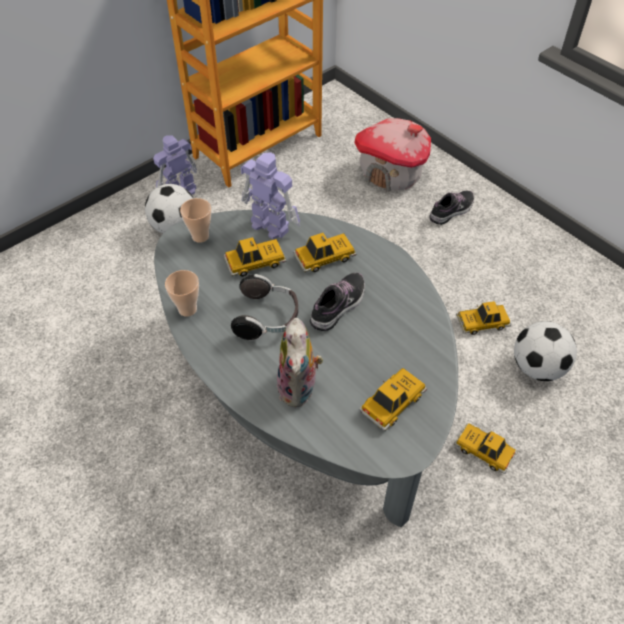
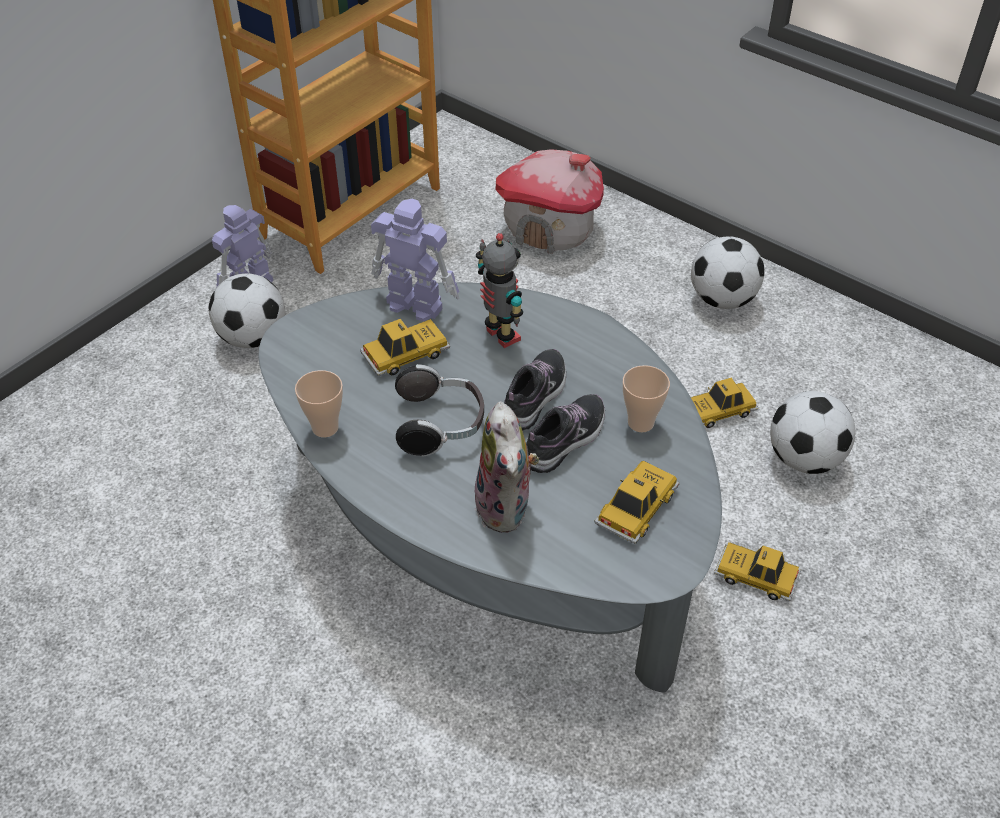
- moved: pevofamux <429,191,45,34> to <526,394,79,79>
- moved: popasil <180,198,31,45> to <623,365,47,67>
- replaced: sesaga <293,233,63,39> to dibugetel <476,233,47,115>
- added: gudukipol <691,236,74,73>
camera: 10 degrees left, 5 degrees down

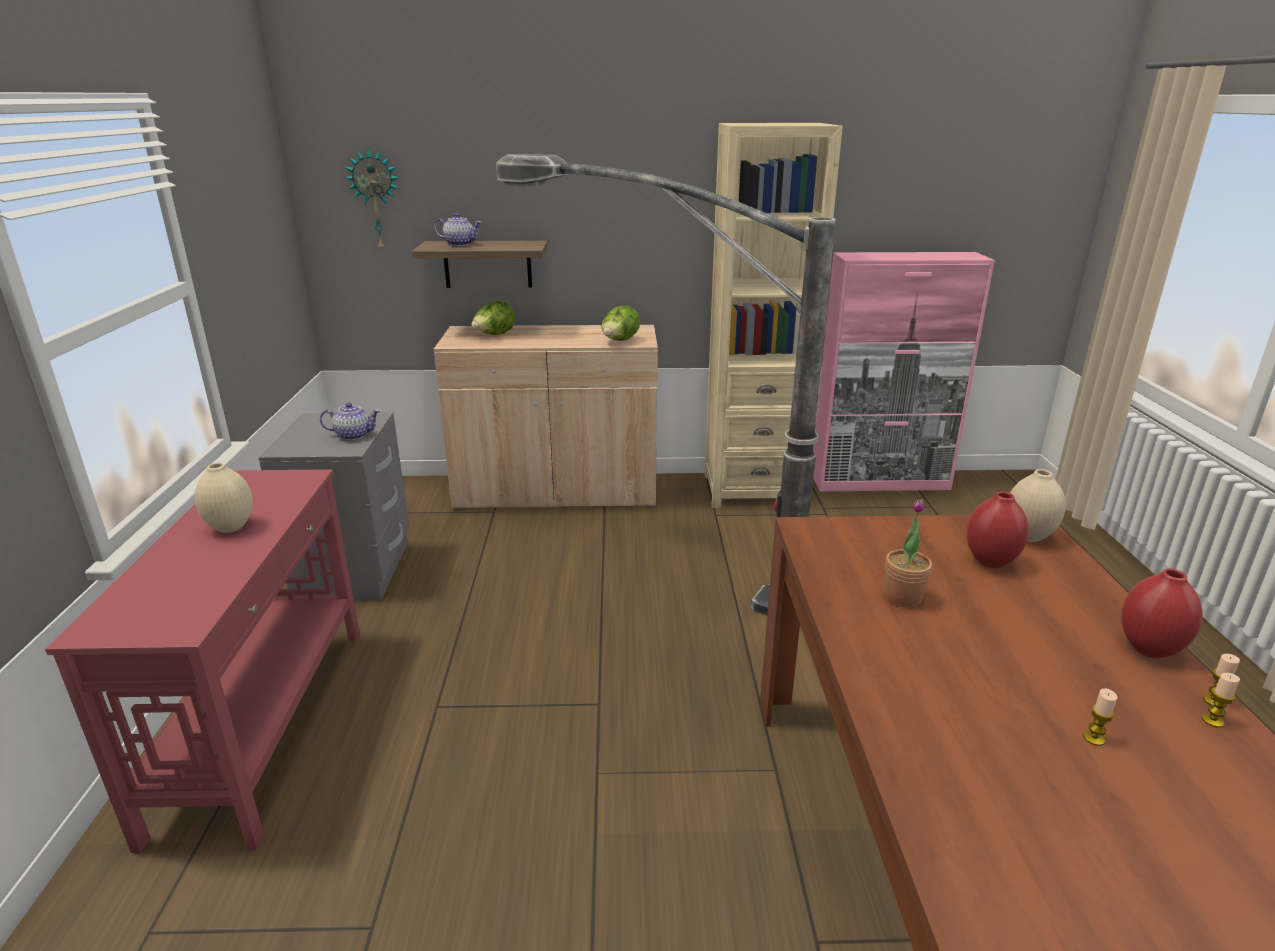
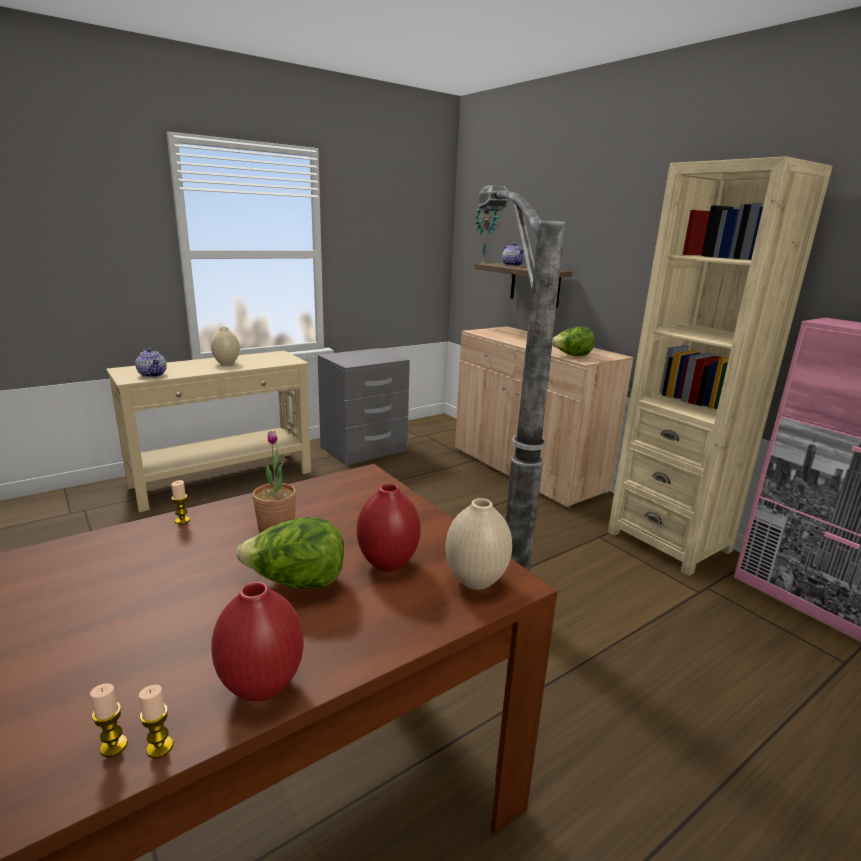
- moved: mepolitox <472,301,43,34> to <236,517,108,72>
- moved: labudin <320,403,61,37> to <135,348,32,29>
- recoloured: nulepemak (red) <45,469,315,384> to nulepemak (beige) <106,351,205,161>
- moved: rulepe <1083,688,34,58> to <171,480,19,44>
camera: 55 degrees right, 5 degrees down

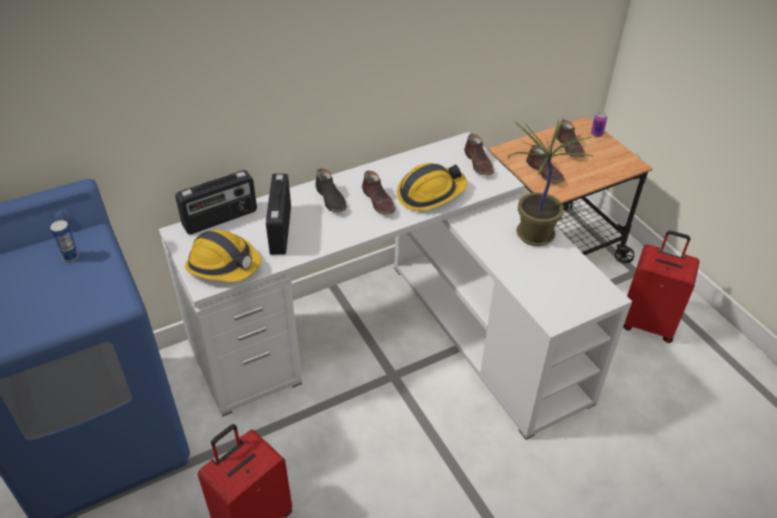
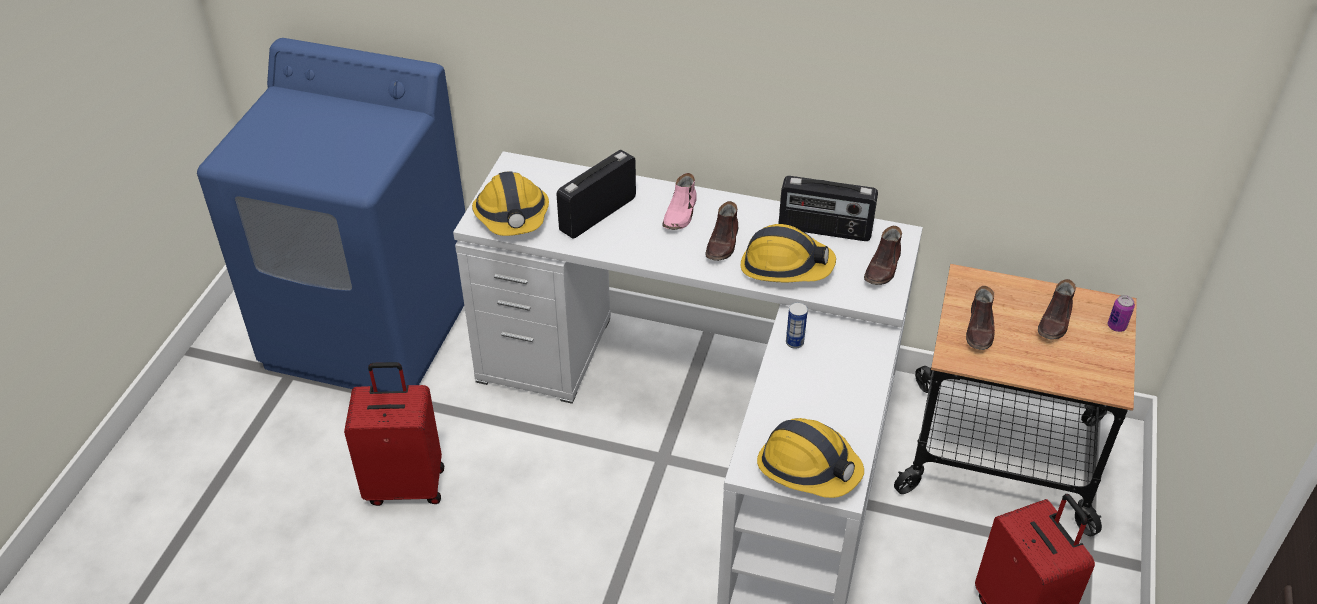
- removed: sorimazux <508,118,86,128>
- recoloured: pevofamux (black) <315,169,32,43> to pevofamux (pink) <662,173,35,57>
- moved: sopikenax <175,170,82,65> to <778,176,100,65>
- moved: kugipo <50,220,29,42> to <786,302,22,47>
- added: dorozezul <757,418,107,80>
camera: 45 degrees right, 0 degrees up

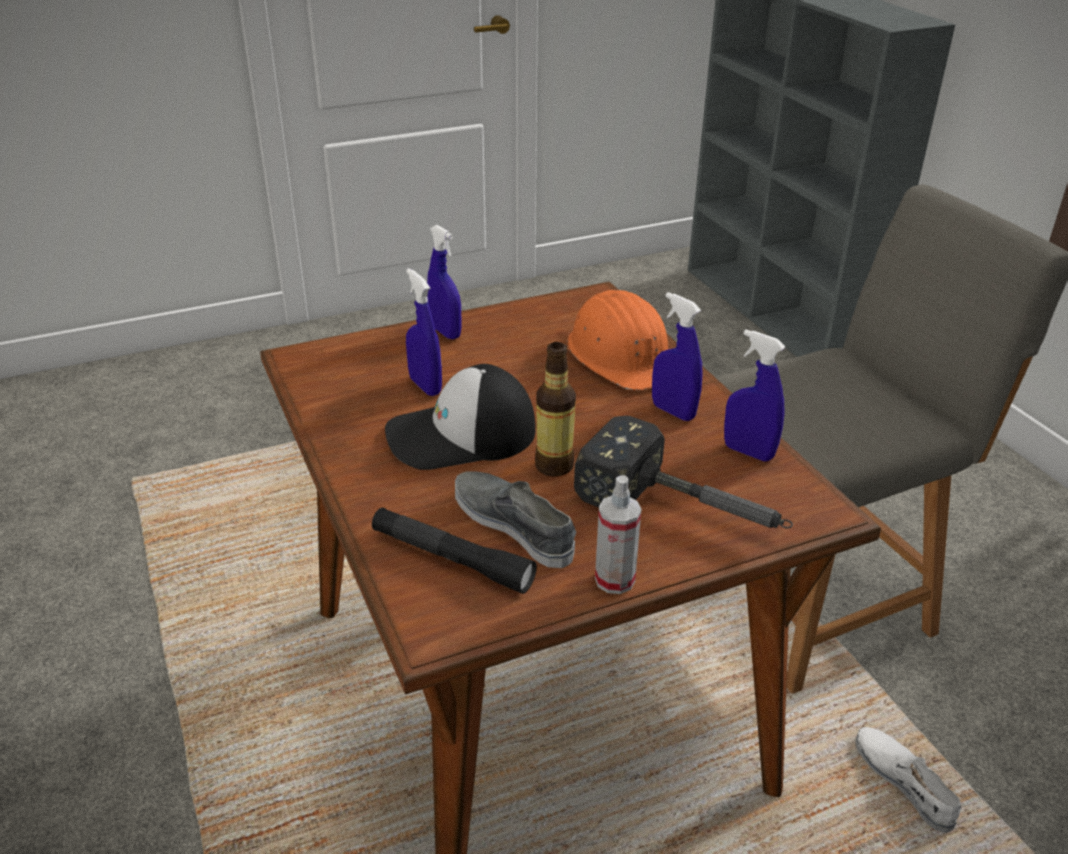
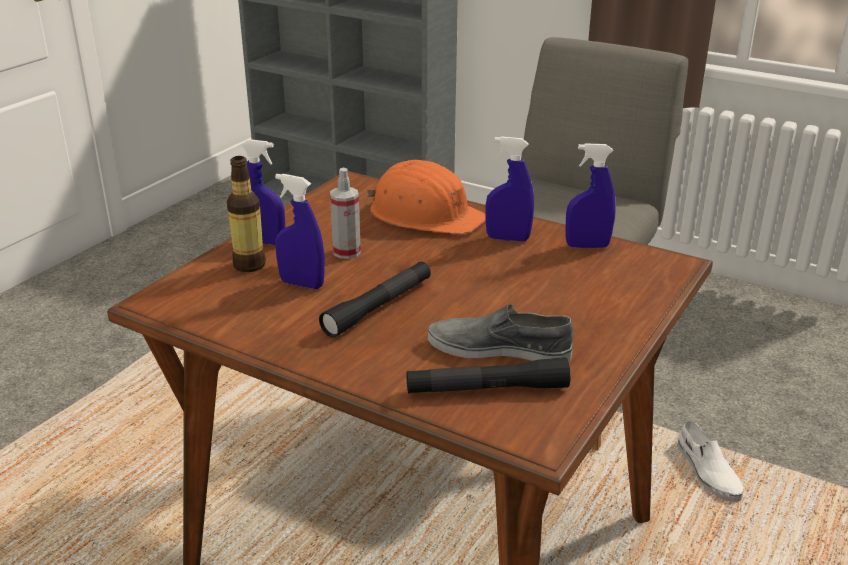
- moved: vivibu <535,342,41,135> to <227,156,39,116>
- replaced: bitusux <385,364,150,106> to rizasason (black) <319,261,112,77>
- removed: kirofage <574,415,219,113>
- moved: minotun <595,475,46,119> to <330,168,31,91>
- turned: pevofamux (white) <855,727,106,106> = <678,421,66,81> 135 degrees counterclockwise
camera: 35 degrees left, 5 degrees down

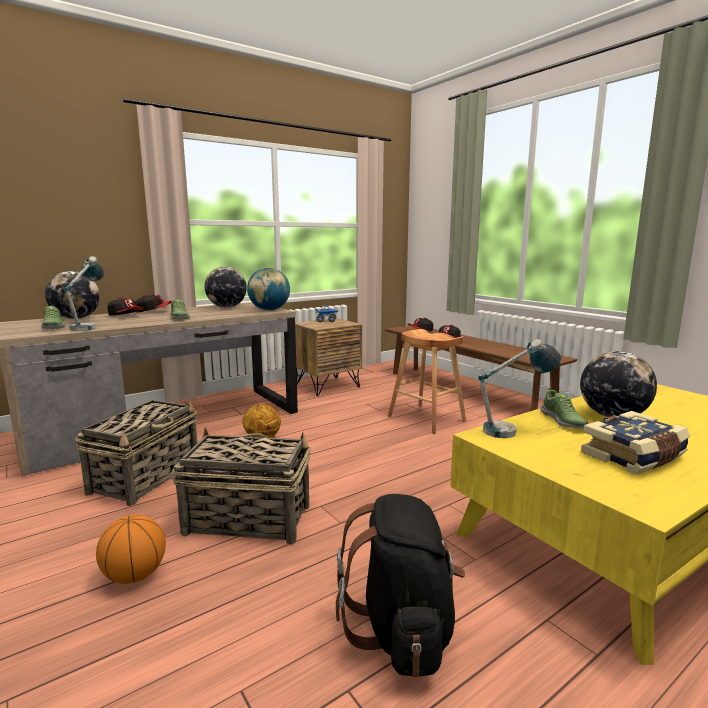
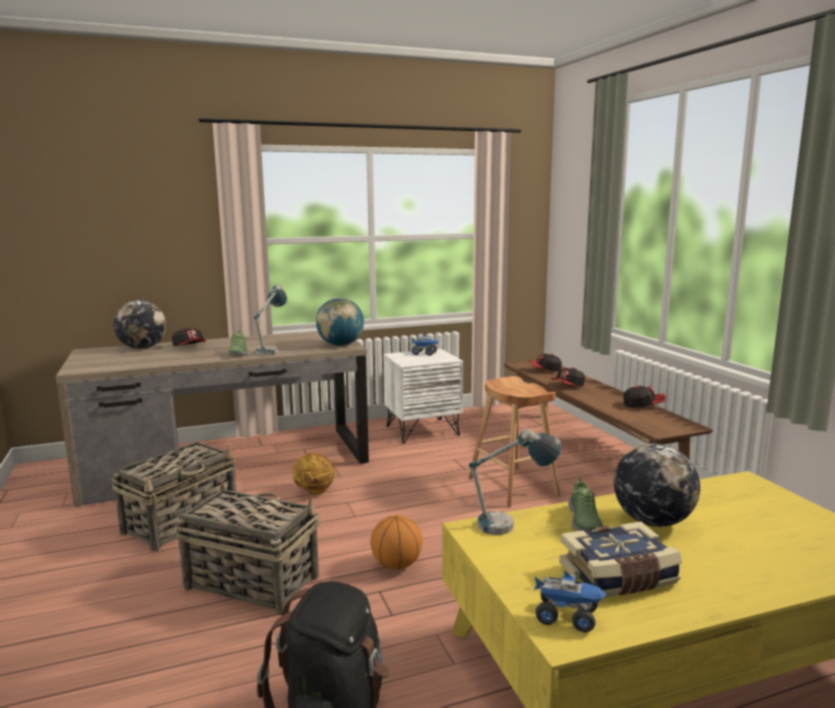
- moved: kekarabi <64,256,40,75> to <254,284,33,71>
- removed: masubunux <205,266,42,42>
- moved: bitusux <136,295,36,18> to <623,386,42,21>
- removed: pevofamux <42,305,23,24>
- recoloured: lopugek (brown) <295,318,67,78> to lopugek (white) <383,349,80,95>
- moved: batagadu <96,515,70,69> to <371,515,51,55>
- added: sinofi <534,570,72,63>
camera: 15 degrees right, 0 degrees up

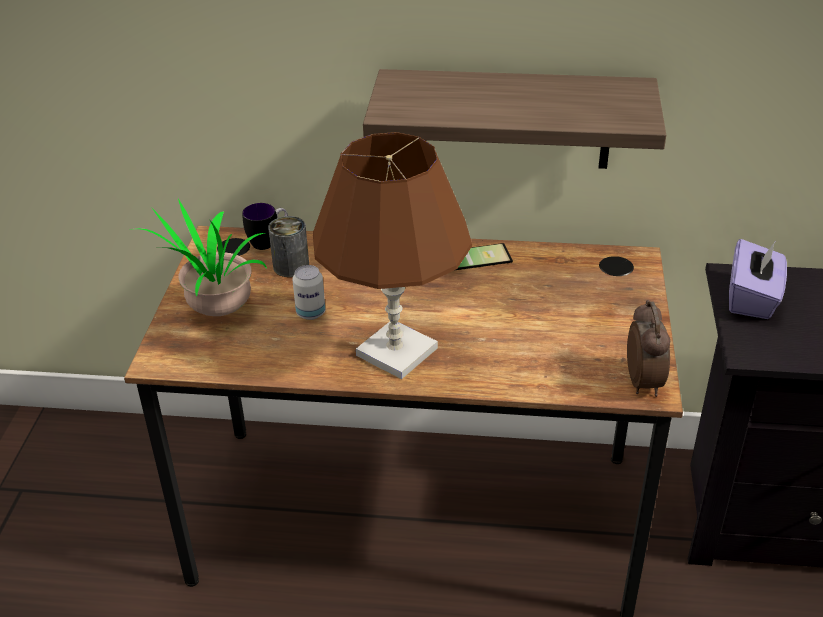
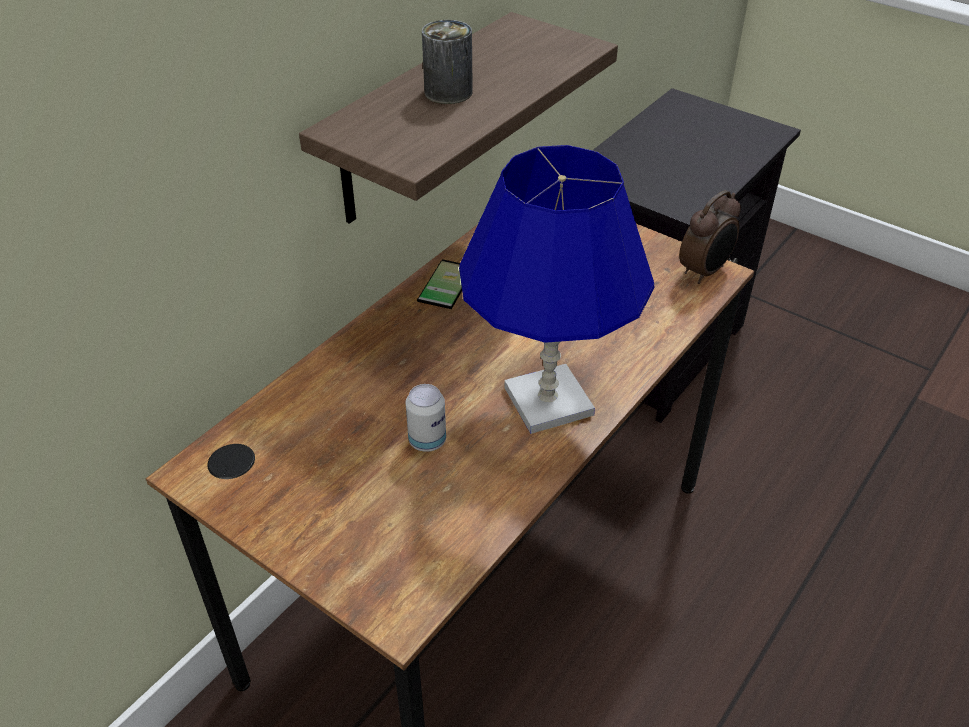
- recoloured: kekarabi (brown) <313,132,159,247> to kekarabi (blue) <459,145,195,289>
- removed: sorimazux <130,199,137,117>
- removed: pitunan <242,203,46,47>
- moved: kugipo <268,216,41,61> to <422,20,51,84>
- removed: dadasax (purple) <729,239,58,80>
- turned: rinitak <627,300,43,97> = <679,190,62,94> 105 degrees clockwise
camera: 60 degrees left, 5 degrees up

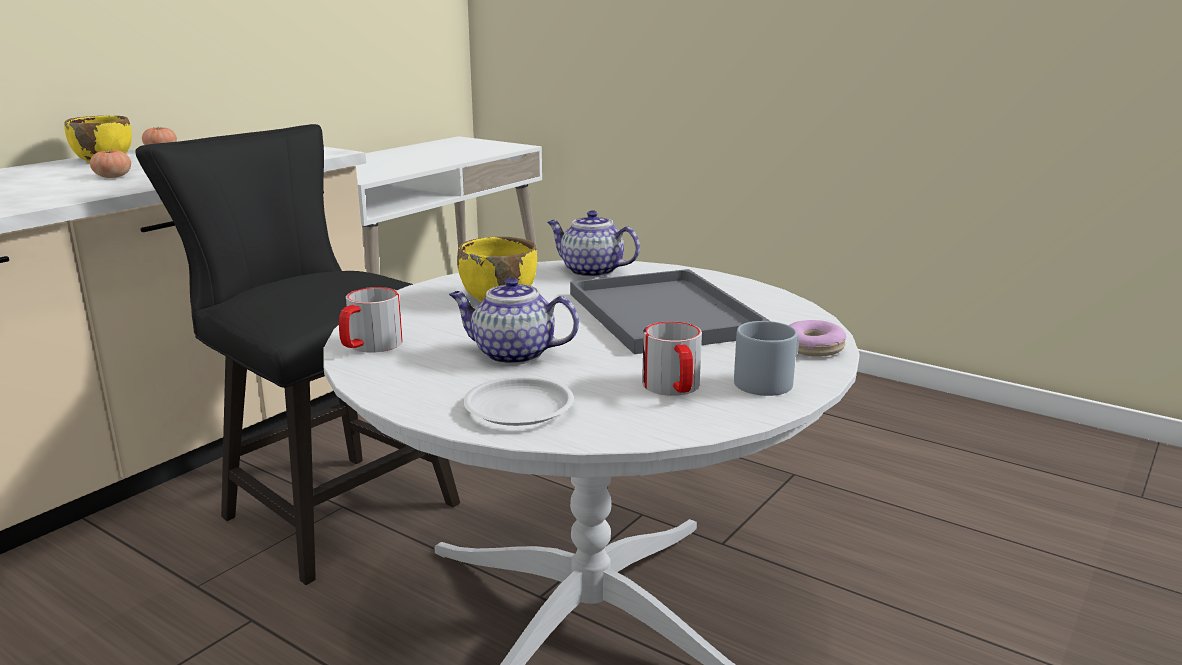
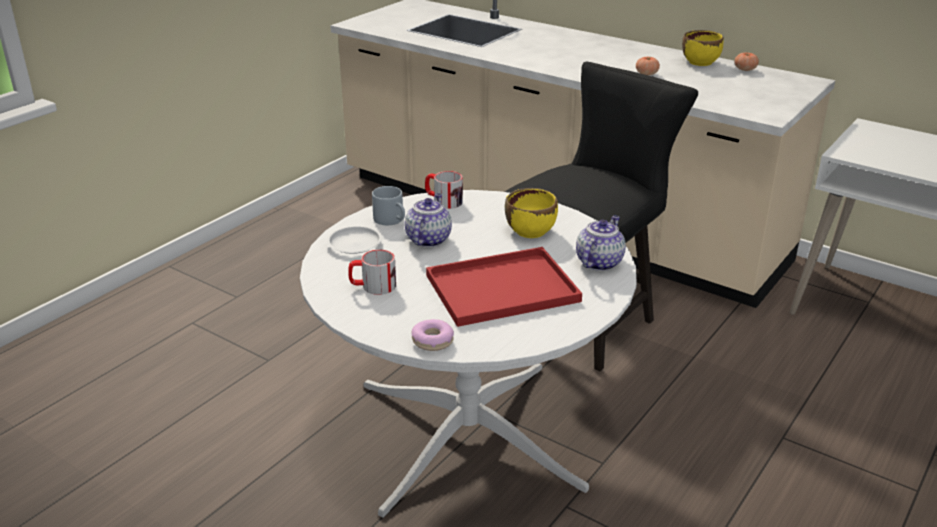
- recoloured: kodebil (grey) <570,269,200,85> to kodebil (red) <426,247,156,80>
- moved: pitunan (grey) <734,321,65,75> to <372,186,33,39>
camera: 90 degrees right, 10 degrees up

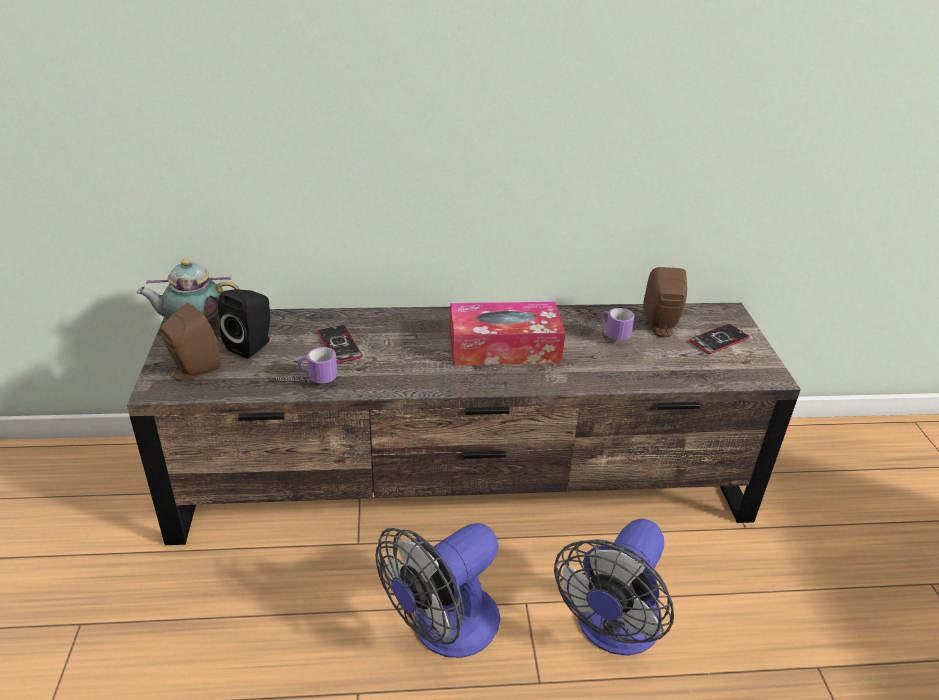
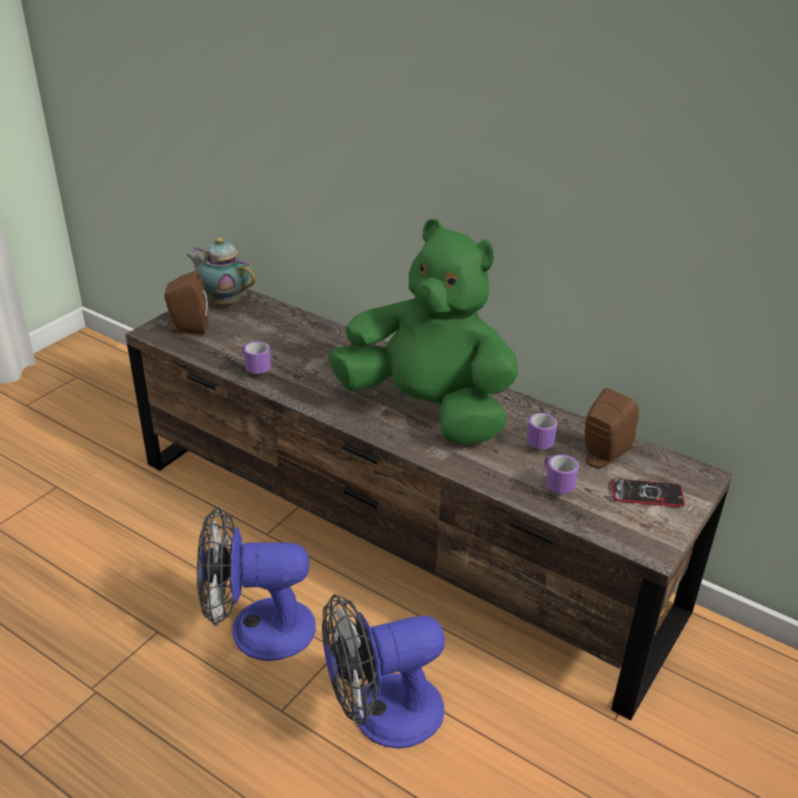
- removed: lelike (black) <218,289,52,70>
- replaced: dadasax <450,302,116,64> to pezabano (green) <328,219,190,226>
- removed: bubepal <317,325,46,39>
- added: pitunan <526,455,53,39>
camera: 40 degrees right, 0 degrees up

